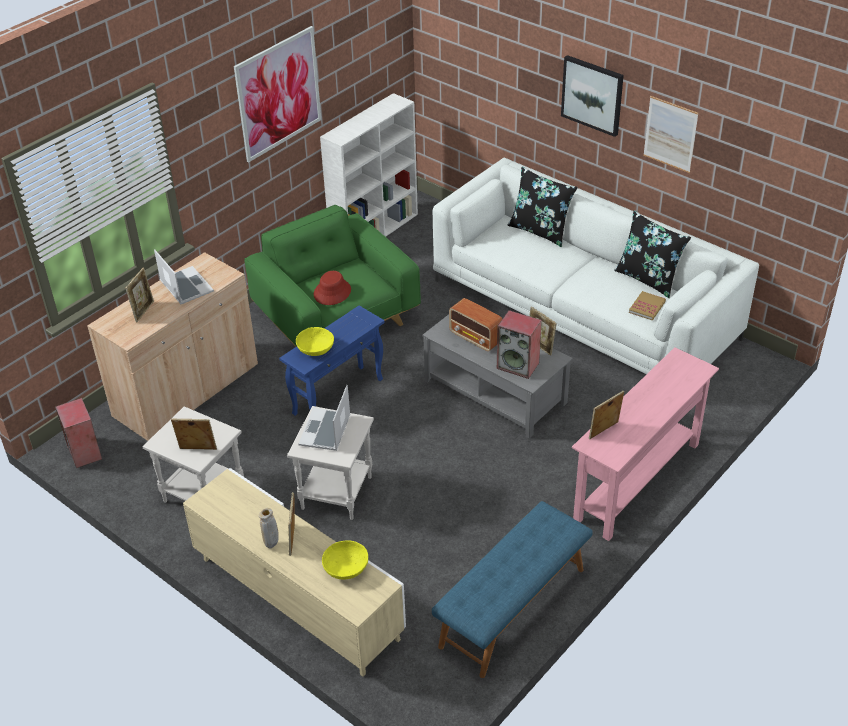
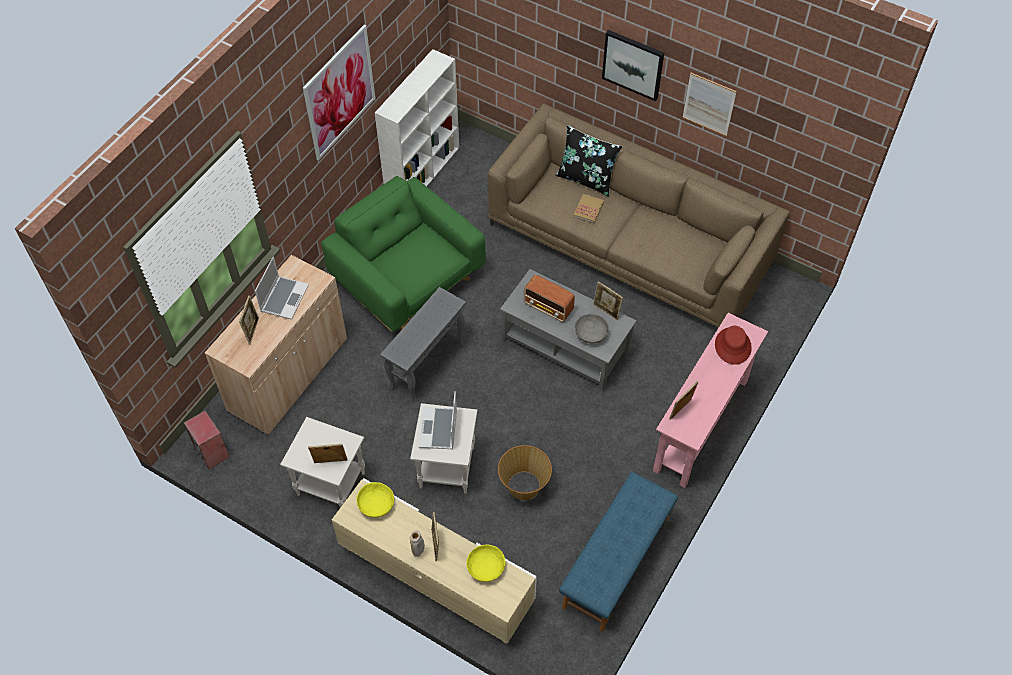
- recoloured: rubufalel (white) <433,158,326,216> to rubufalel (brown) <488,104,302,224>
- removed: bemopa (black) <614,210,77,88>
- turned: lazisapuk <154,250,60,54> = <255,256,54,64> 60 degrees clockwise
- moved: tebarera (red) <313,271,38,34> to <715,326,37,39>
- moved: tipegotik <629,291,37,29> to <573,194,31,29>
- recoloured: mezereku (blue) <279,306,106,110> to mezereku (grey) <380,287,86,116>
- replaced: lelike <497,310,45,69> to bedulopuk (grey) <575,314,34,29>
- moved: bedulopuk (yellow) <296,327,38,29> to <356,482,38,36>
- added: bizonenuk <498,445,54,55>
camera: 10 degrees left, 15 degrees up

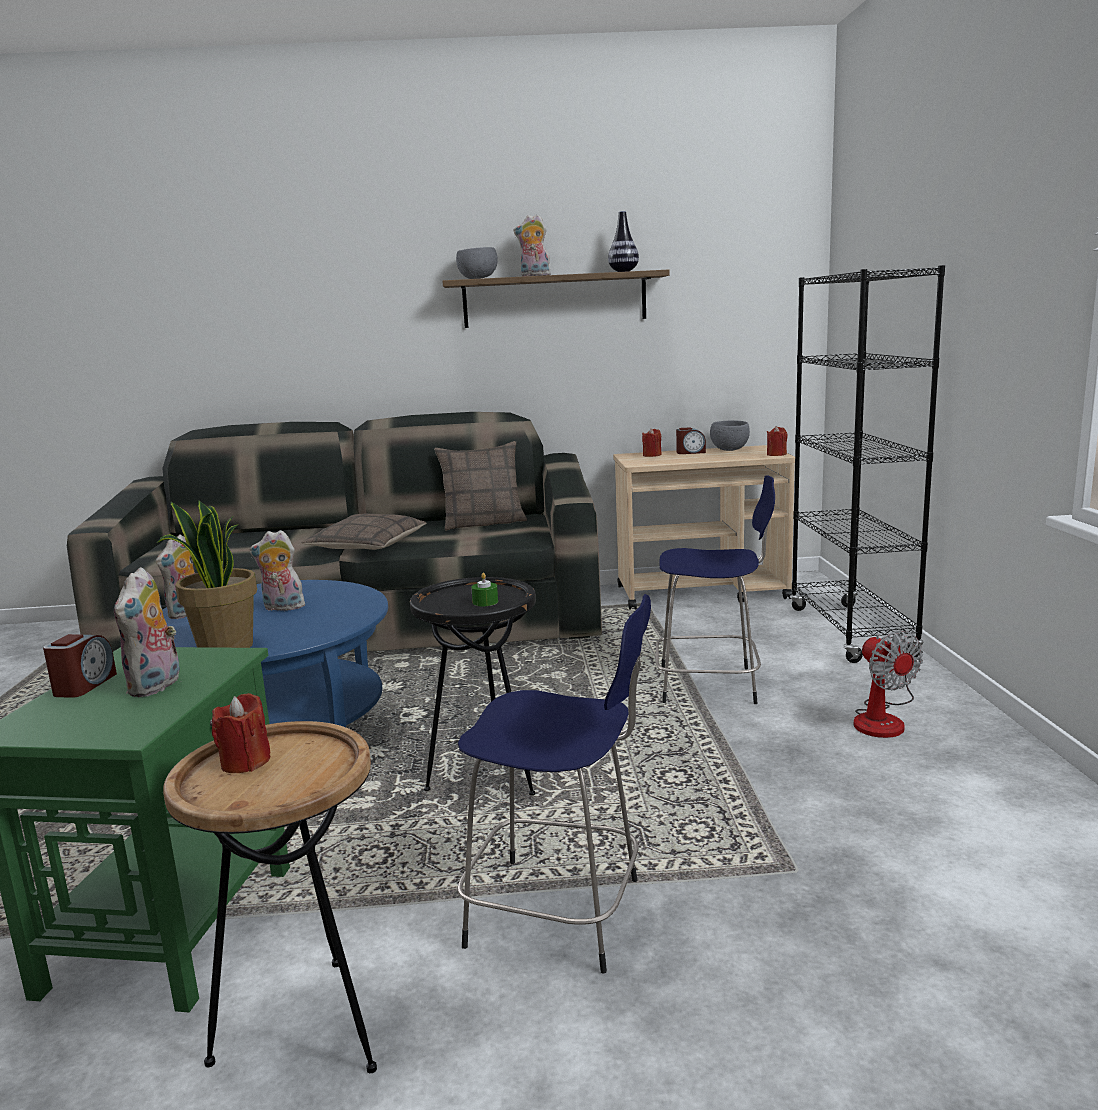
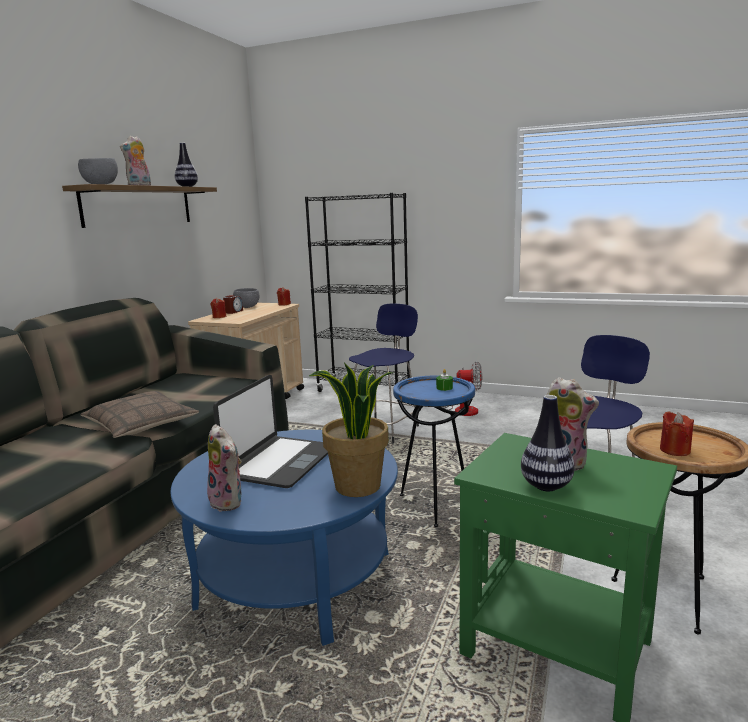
- removed: bemopa <434,441,93,90>
- replaced: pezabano <250,530,55,81> to lazisapuk <213,375,115,113>
- recoloured: mezereku (black) <410,577,126,218> to mezereku (blue) <393,376,82,151>
- replaced: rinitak <43,634,74,64> to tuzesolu <521,395,53,96>
camera: 65 degrees left, 0 degrees up

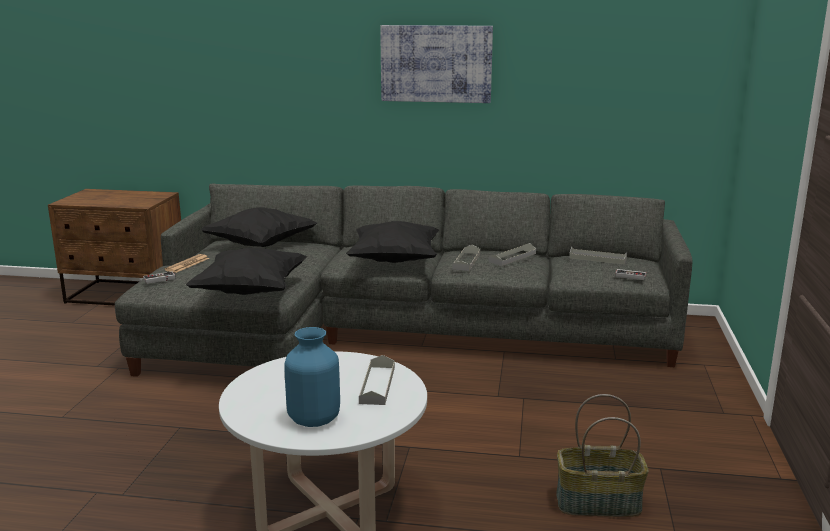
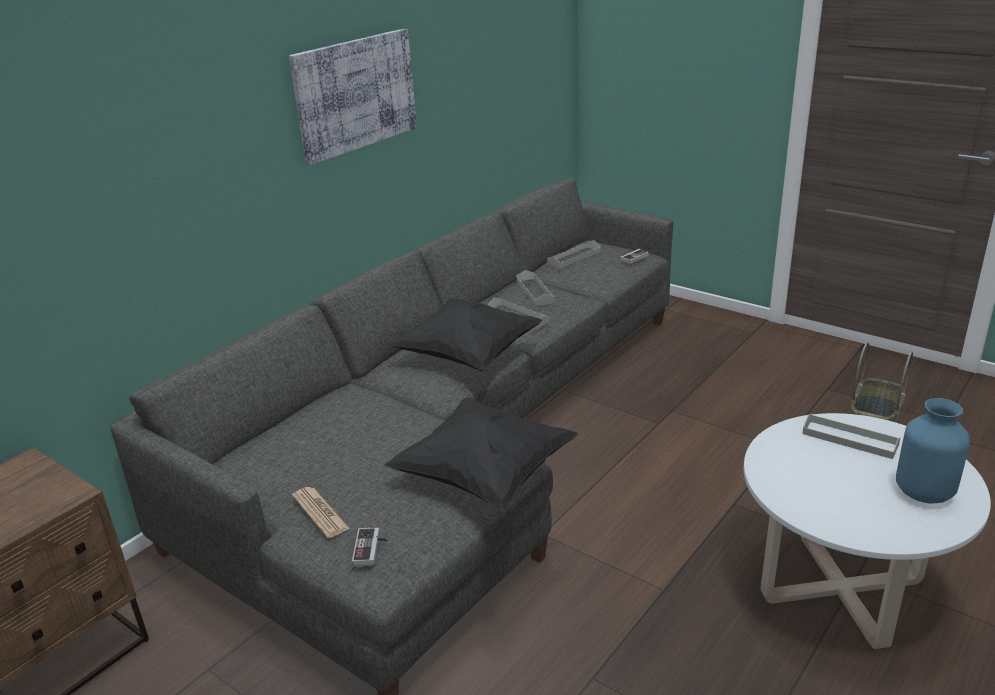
- removed: bemopa (black) <201,207,116,40>
camera: 60 degrees left, 10 degrees up

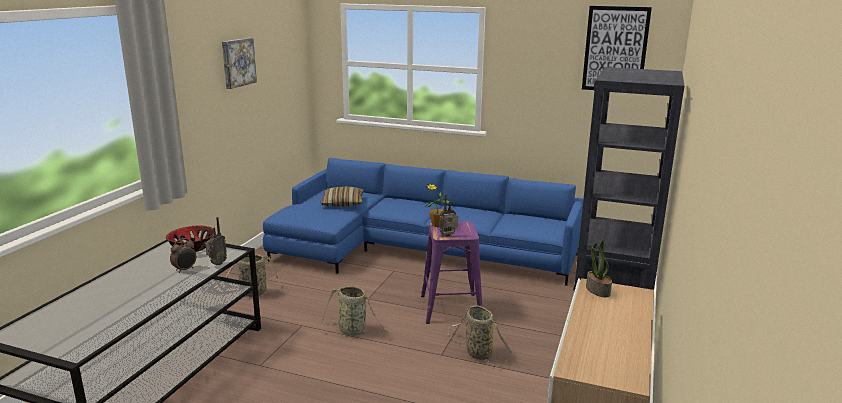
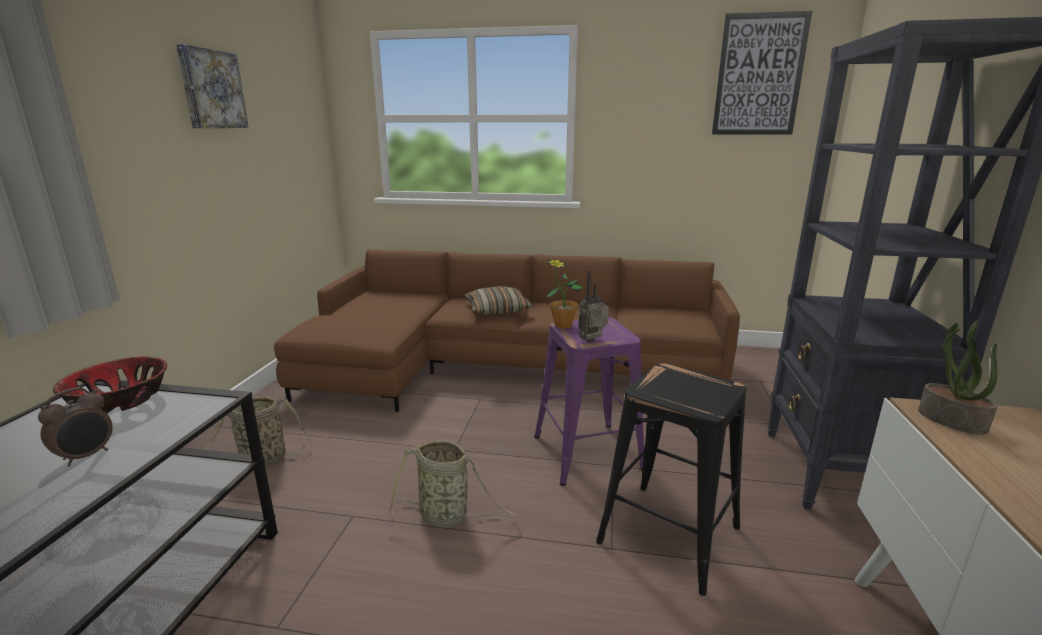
- recoloured: rubufalel (blue) <263,158,320,128> to rubufalel (brown) <274,249,466,163>
- moved: bemopa <320,186,44,21> to <465,286,67,28>
- removed: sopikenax <205,217,22,48>
- replaced: bizonenuk <448,305,65,61> to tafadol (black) <596,363,150,233>
camera: 10 degrees left, 0 degrees up

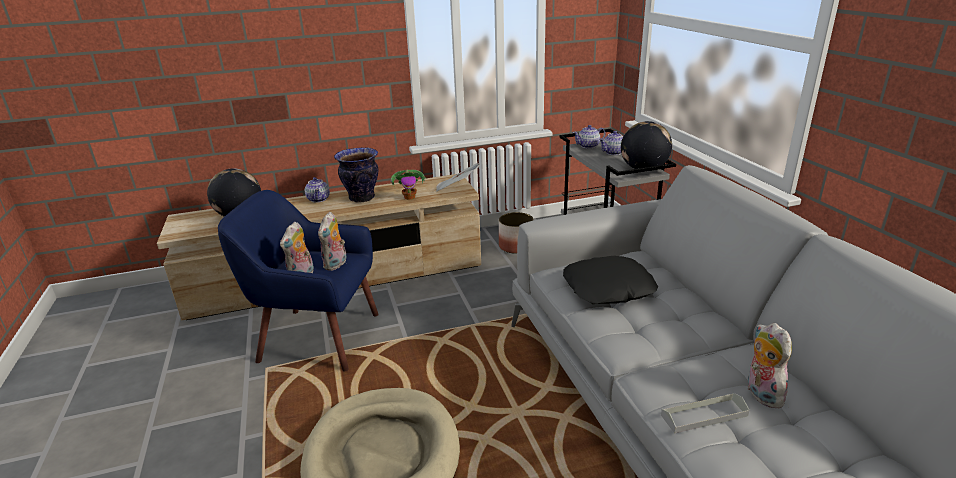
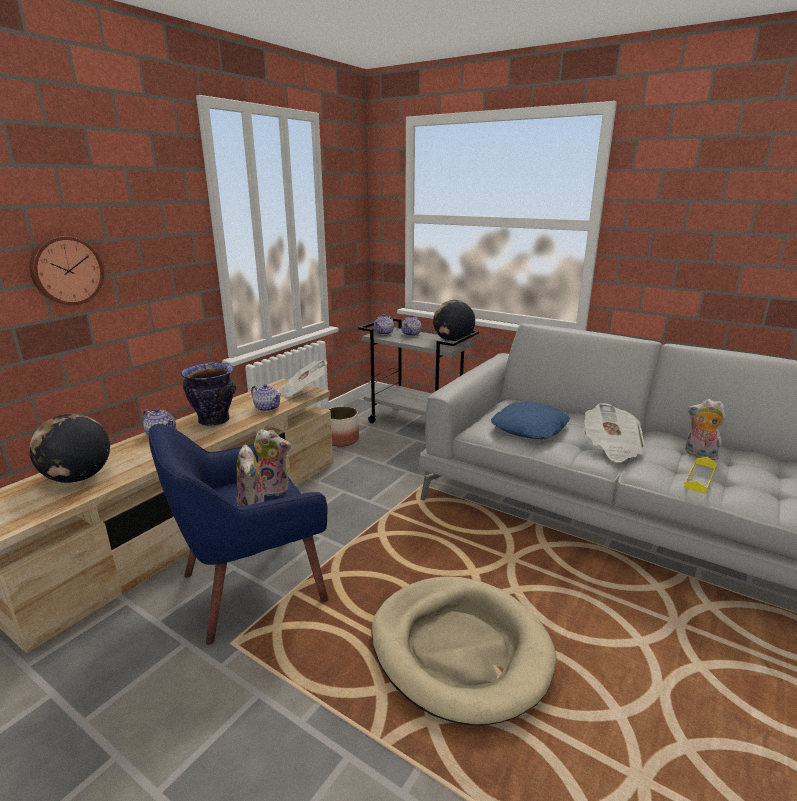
- replaced: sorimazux <390,170,37,30> to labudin <251,384,30,28>
- turned: pezabano <318,212,28,59> = <254,429,37,67> 60 degrees counterclockwise
- recoloured: bemopa (black) <563,256,95,48> to bemopa (blue) <491,402,79,37>
- recoloured: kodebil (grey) <661,393,88,41> to kodebil (yellow) <684,457,33,37>
- added: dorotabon <30,236,74,69>
- added: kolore <584,403,61,59>
camera: 40 degrees left, 5 degrees down

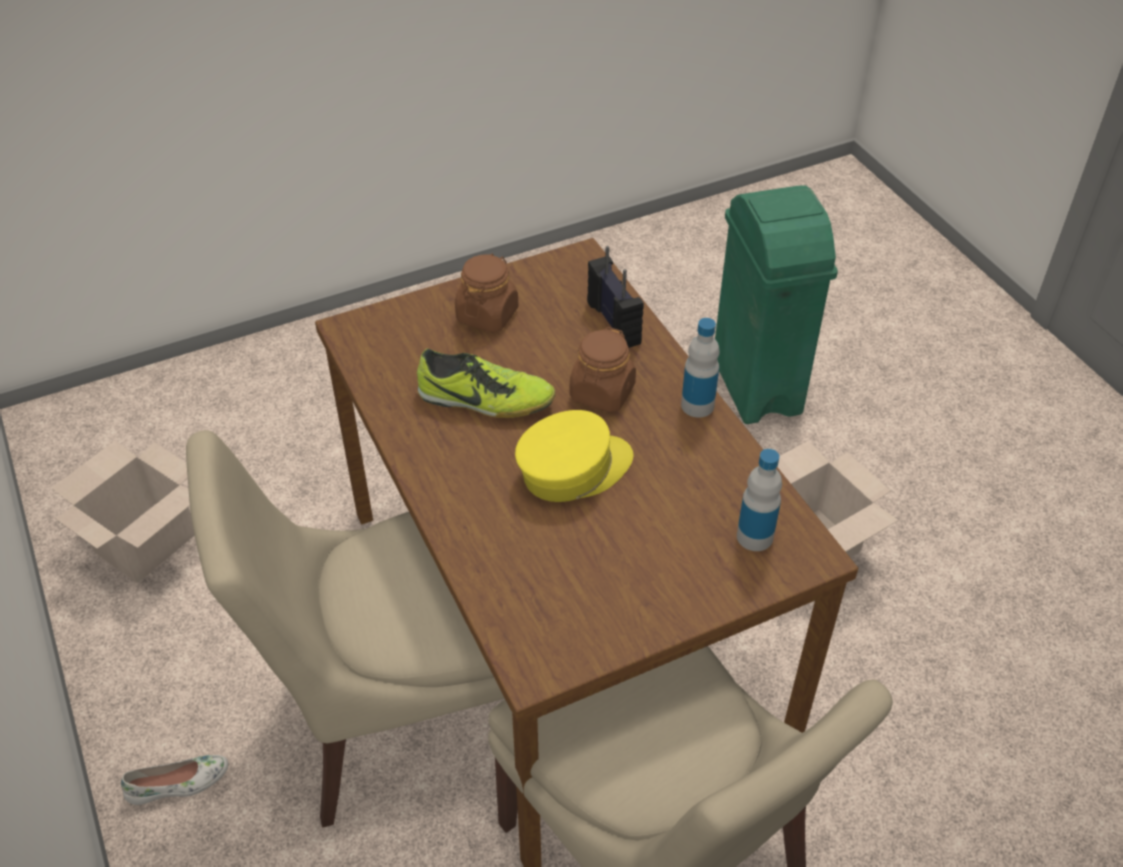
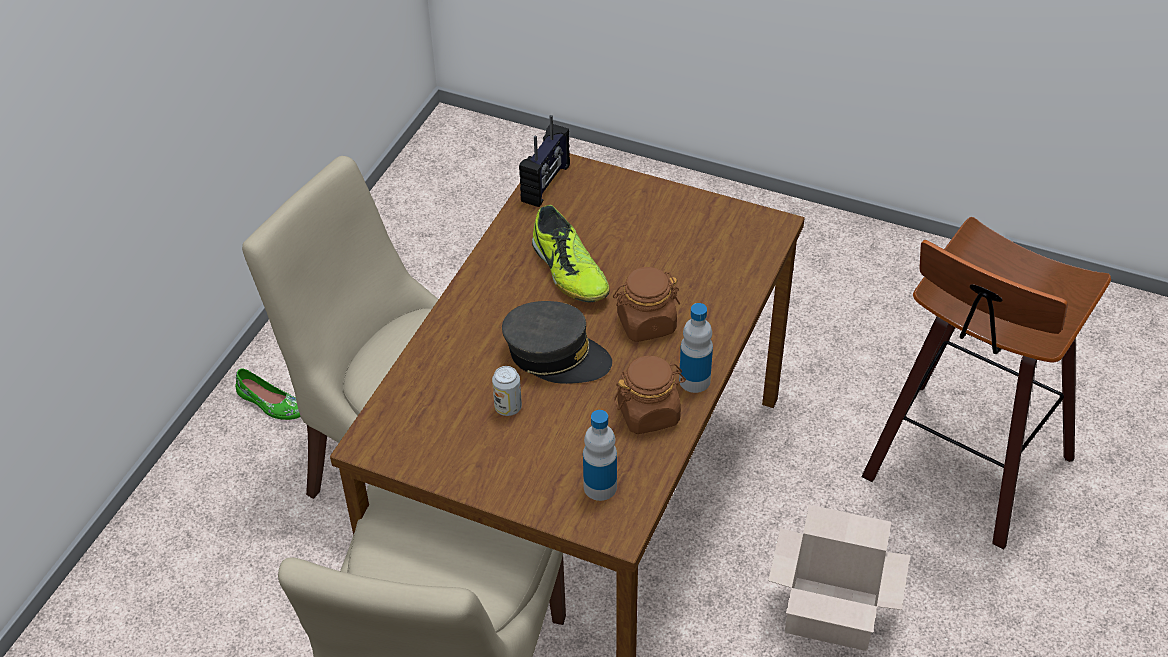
- replaced: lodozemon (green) <715,185,123,239> to tafadol <861,217,250,333>
- moved: sopikenax <587,246,57,102> to <519,115,51,92>
- moved: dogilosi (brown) <455,254,63,78> to <614,355,72,79>
- recoloured: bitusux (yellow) <515,410,118,92> to bitusux (grey) <502,301,110,83>
- removed: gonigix <51,441,143,142>
- recoloured: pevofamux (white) <121,755,107,50> to pevofamux (green) <235,368,66,52>
- added: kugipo <492,366,30,50>
camera: 50 degrees right, 0 degrees up

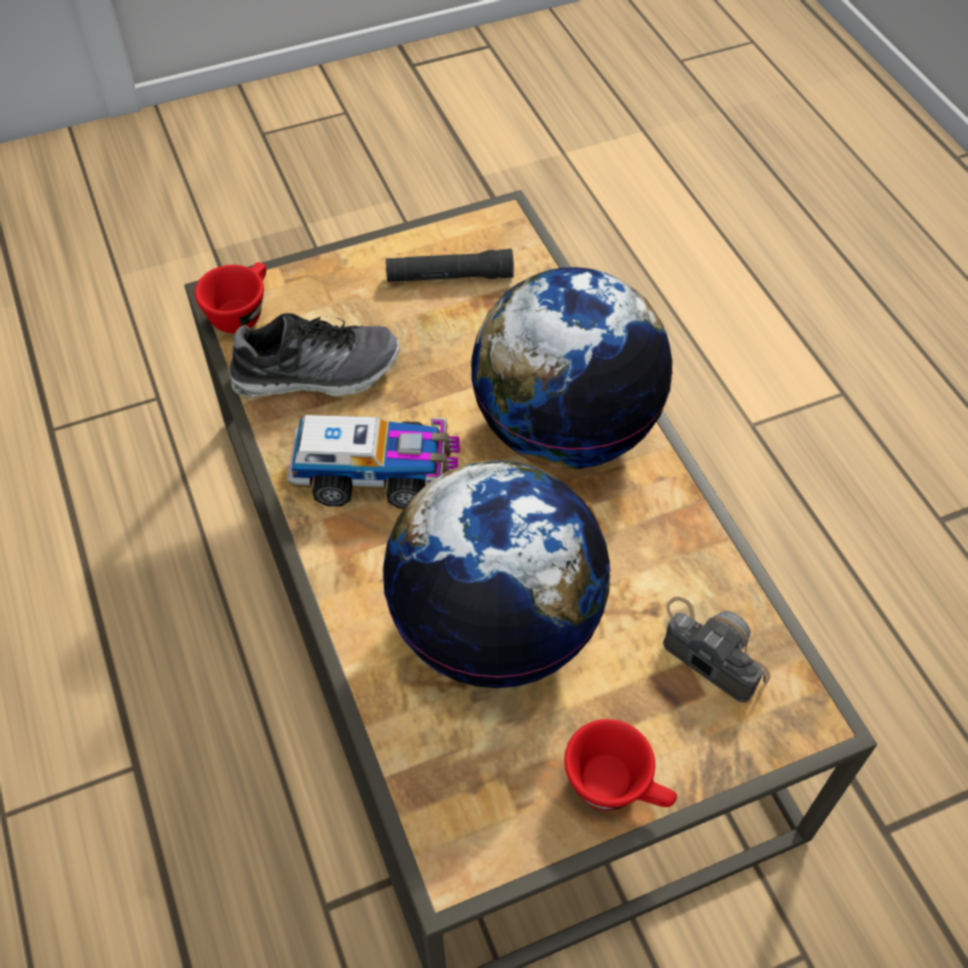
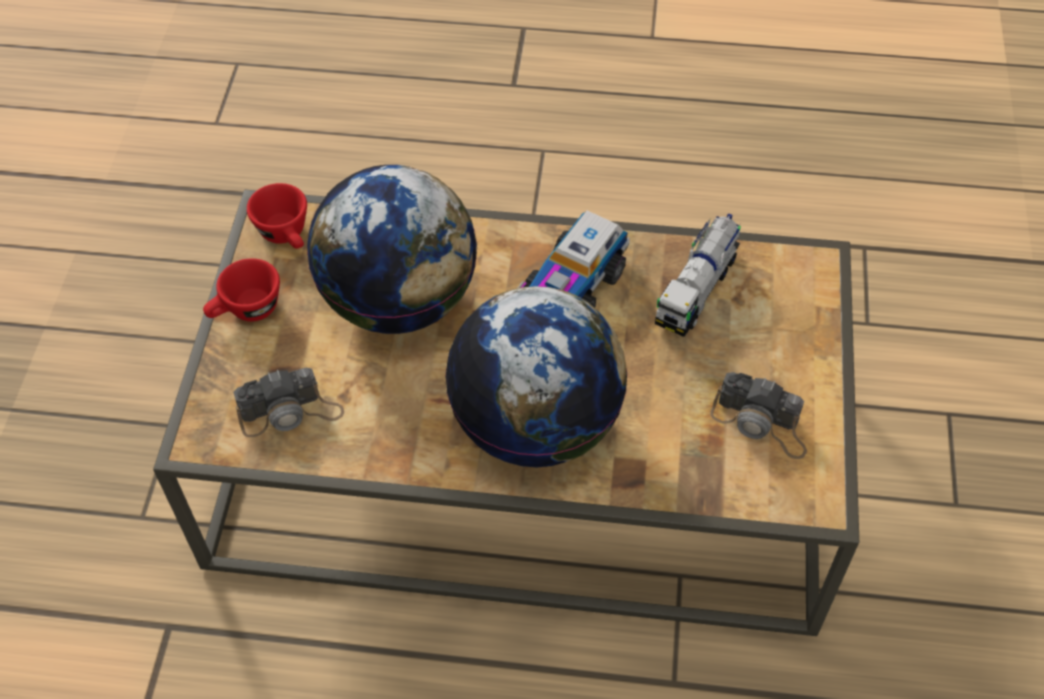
- replaced: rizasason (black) <386,249,128,33> to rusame <710,372,97,87>
- moved: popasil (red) <195,262,71,71> to <247,183,60,66>
- replaced: pevofamux <229,313,171,84> to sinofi <655,213,86,124>
camera: 120 degrees right, 0 degrees up

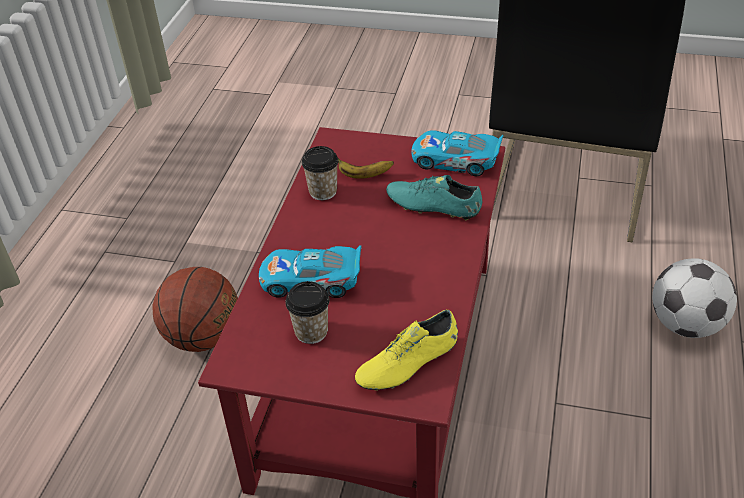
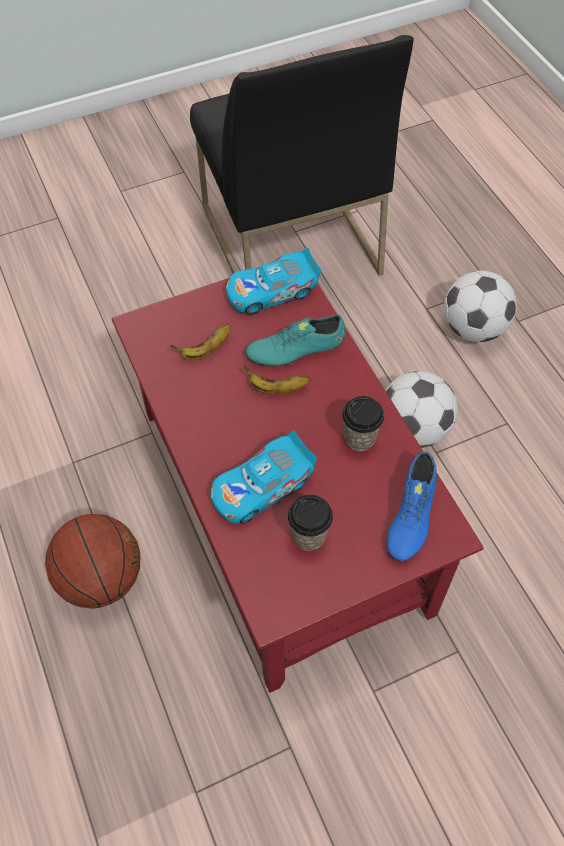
- moved: popasil <302,146,37,54> to <342,396,42,55>
- recoloured: pevofamux (yellow) <355,310,103,81> to pevofamux (blue) <387,451,50,110>
- added: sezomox <243,365,67,29>
- added: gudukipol <385,371,73,77>
camera: 40 degrees left, 15 degrees up

